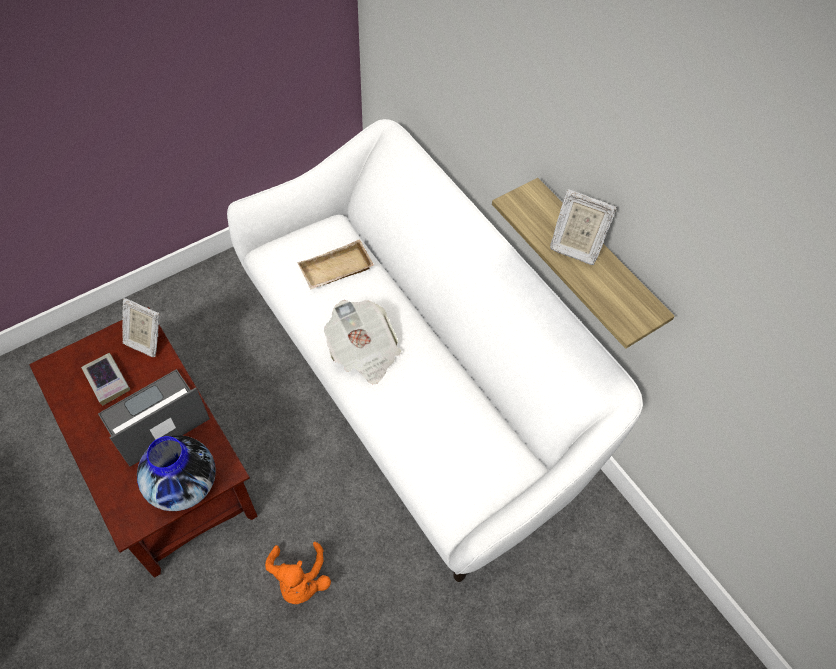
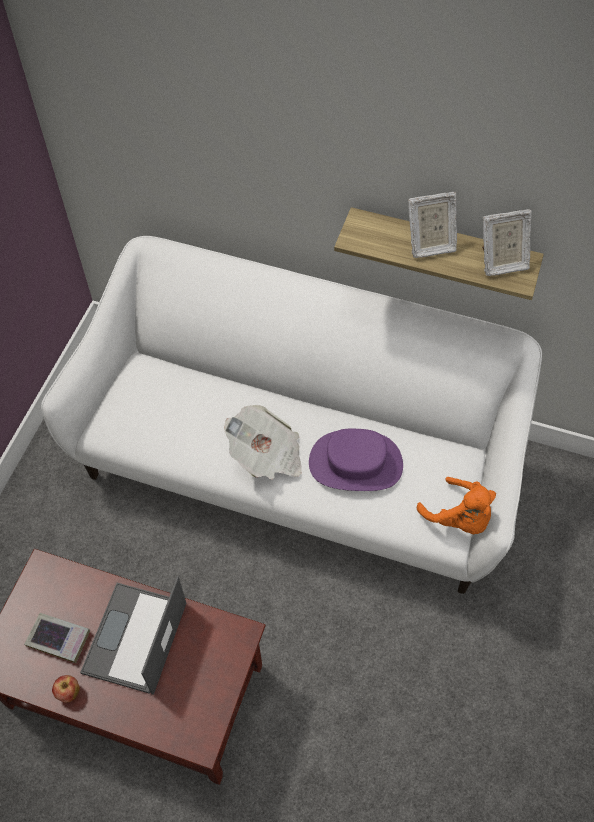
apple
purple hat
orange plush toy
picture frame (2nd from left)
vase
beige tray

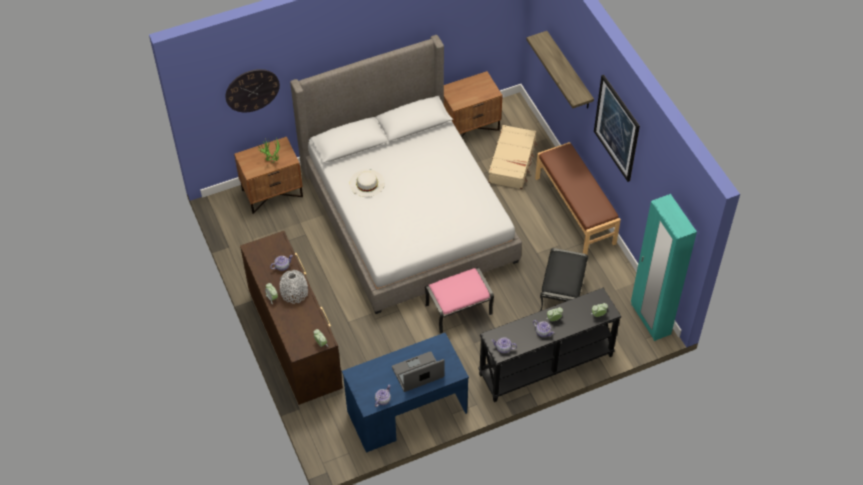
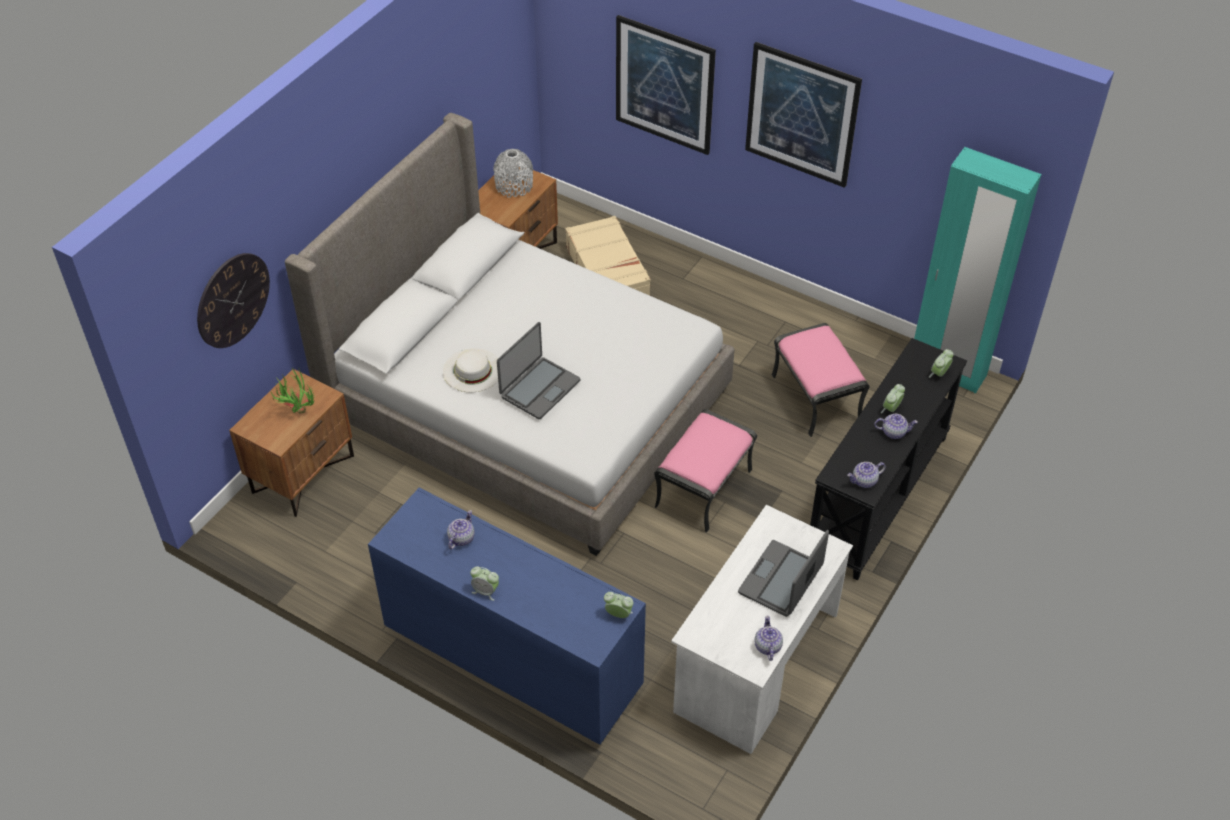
blue dresser
grey vase
laptop (1st from left)
picture (1st from left)
white desk
pink ottoman (2nd from left)
brown bench

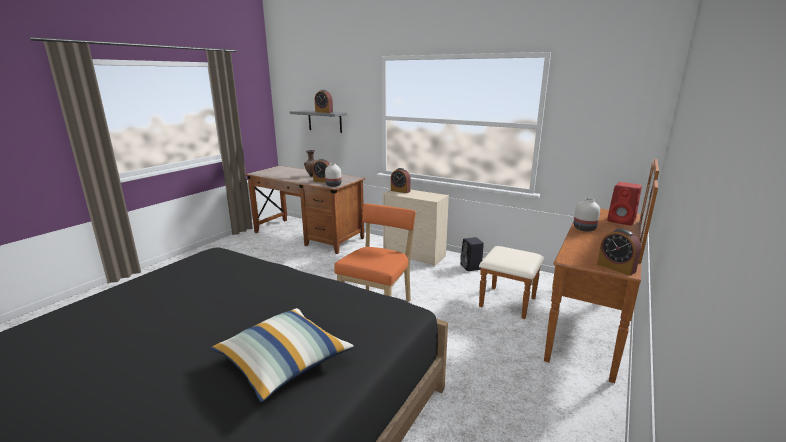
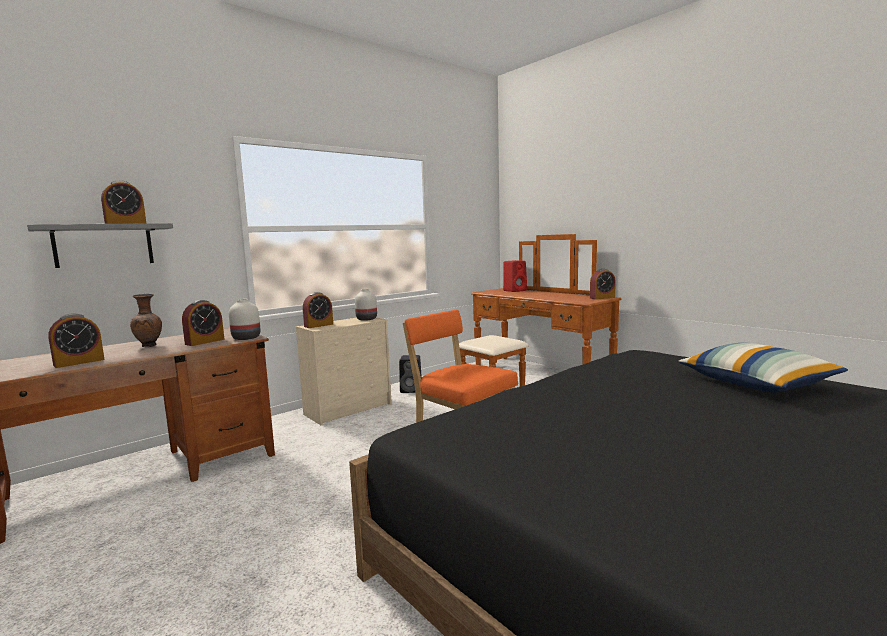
alarm clock (1st from left)
white vase (2nd from left)

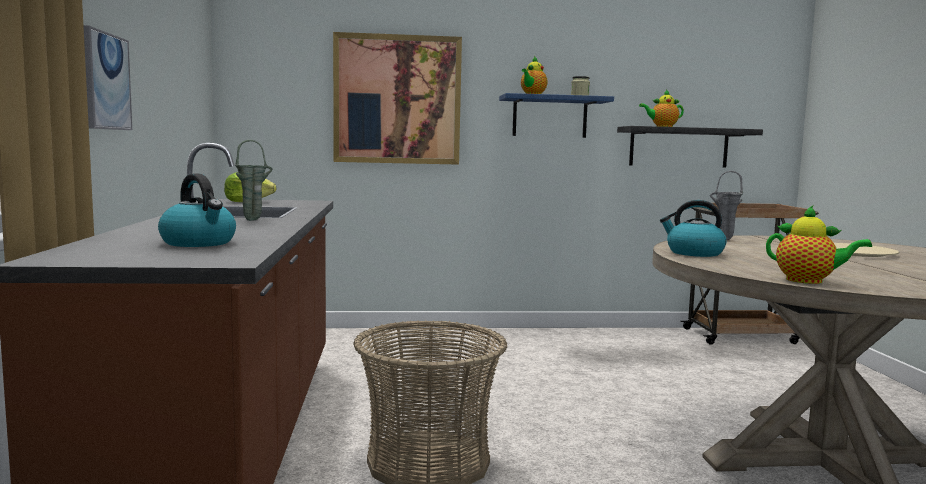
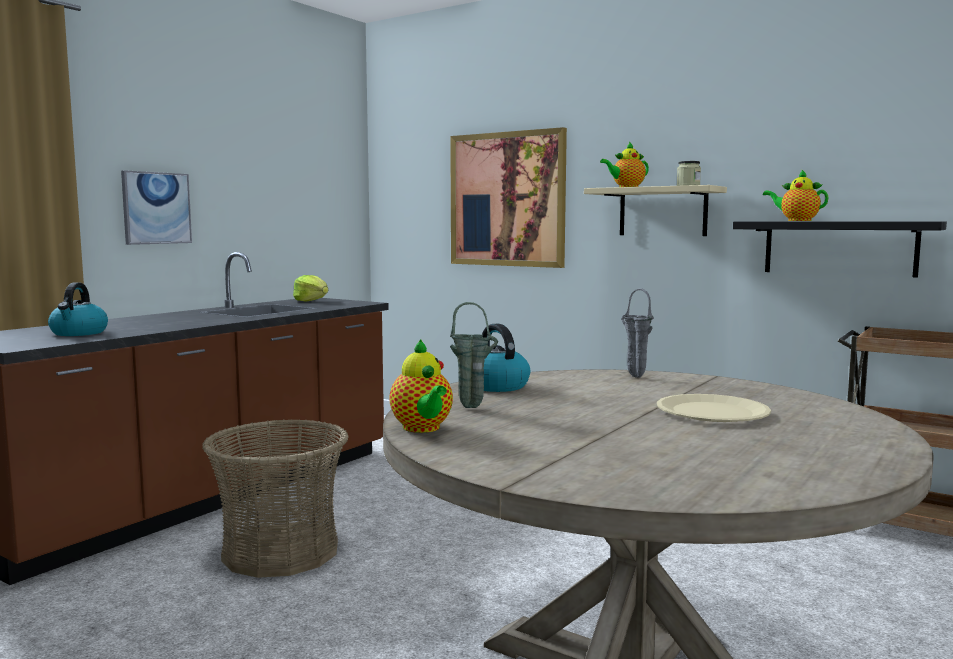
green vase
beige shelf

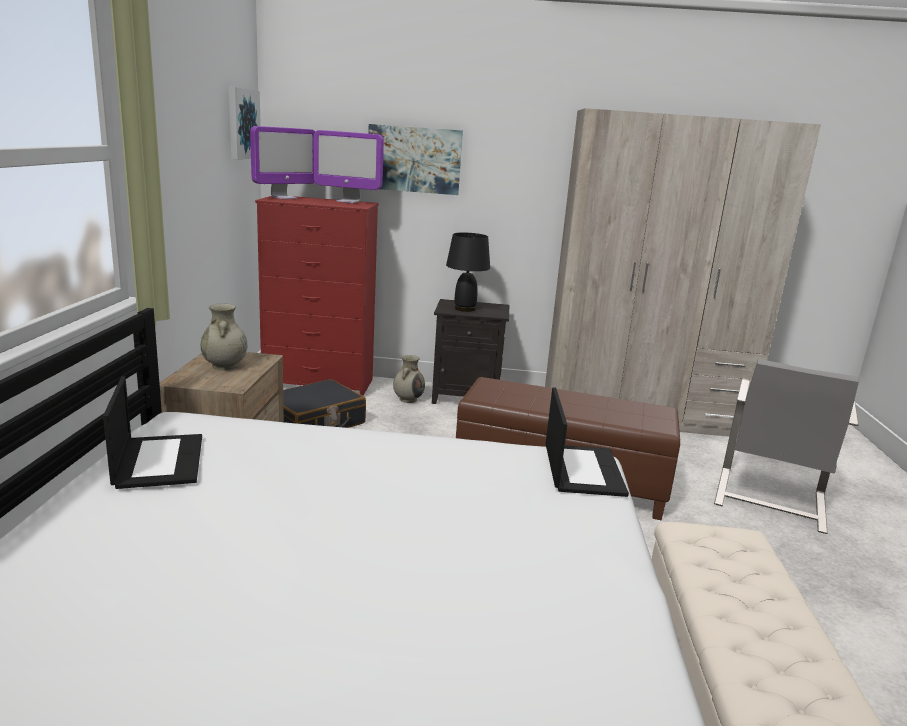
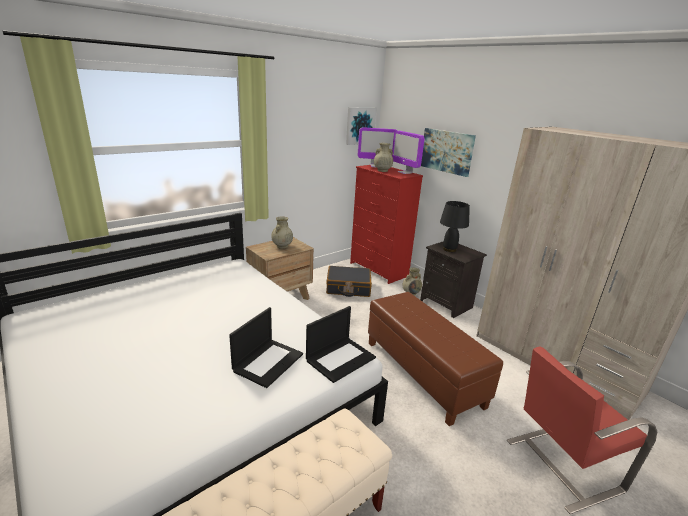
laptop (1st from left)
beige vase (2nd from left)
red chair

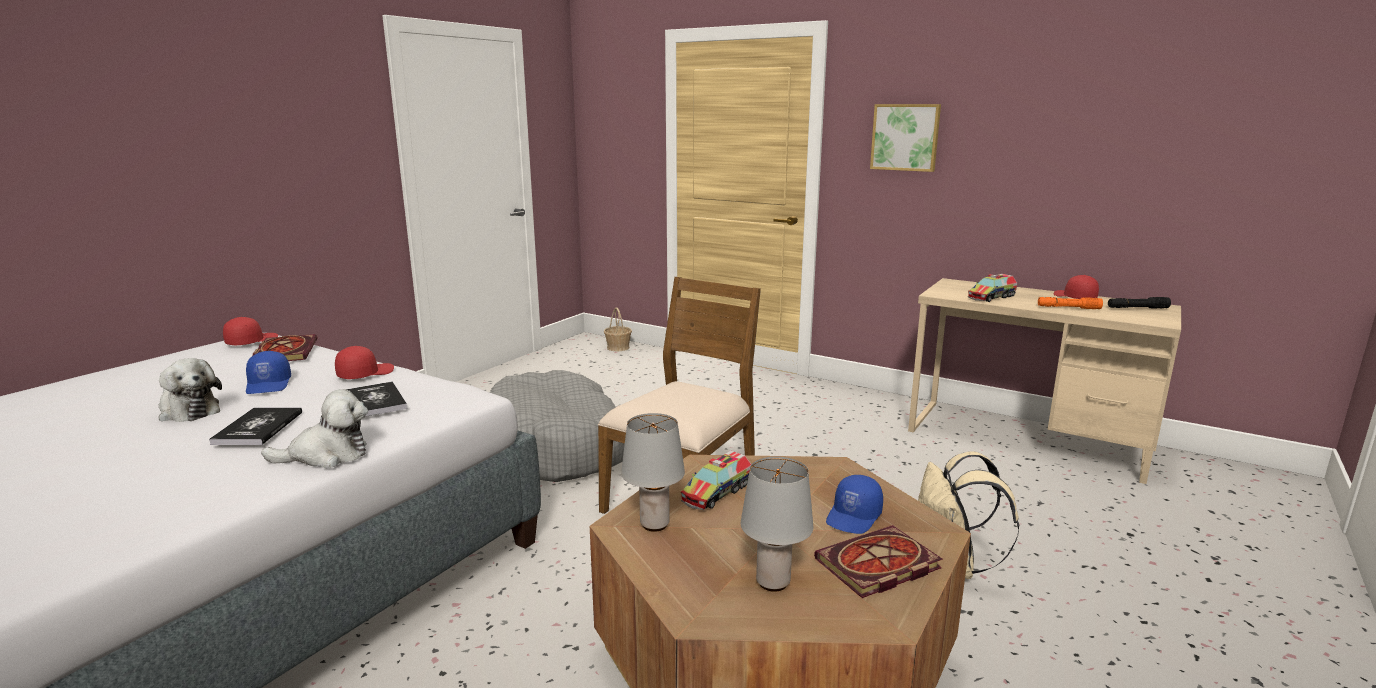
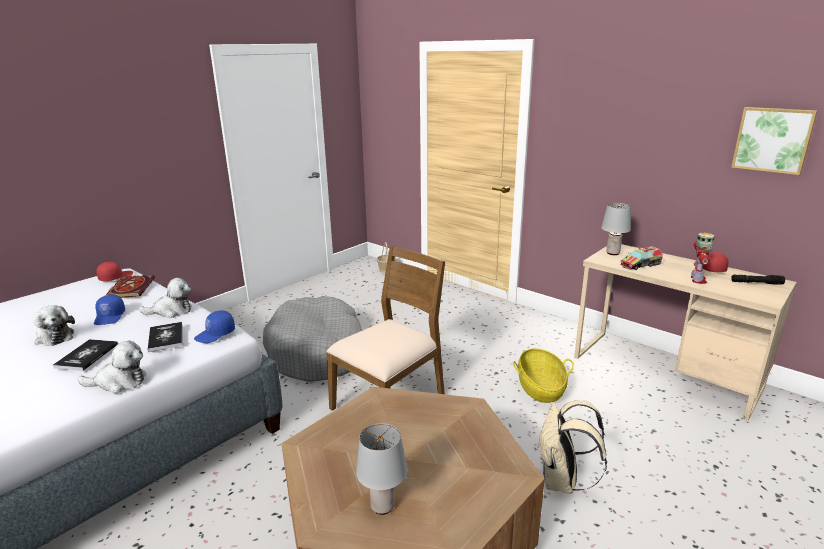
plush toy (3rd from left)
blue cap (2nd from left)
basket (2nd from left)
grey table lamp (2nd from left)
toy robot
picture
toy truck (1st from left in the first image)
book (4th from left in the first image)

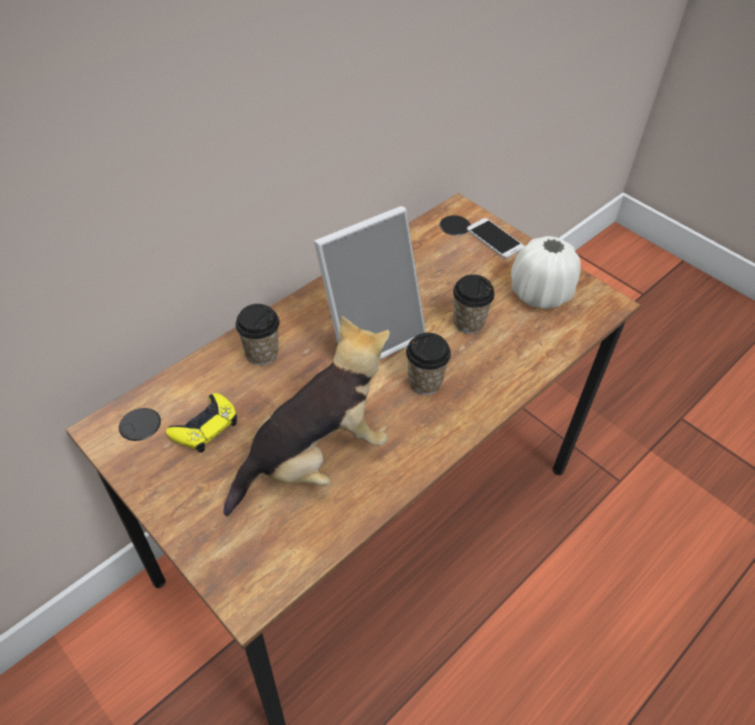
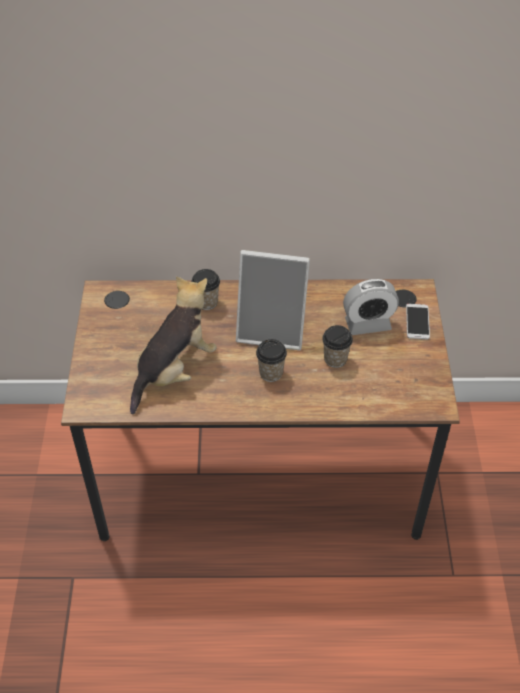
plush toy
alarm clock
yellow game controller
white vase

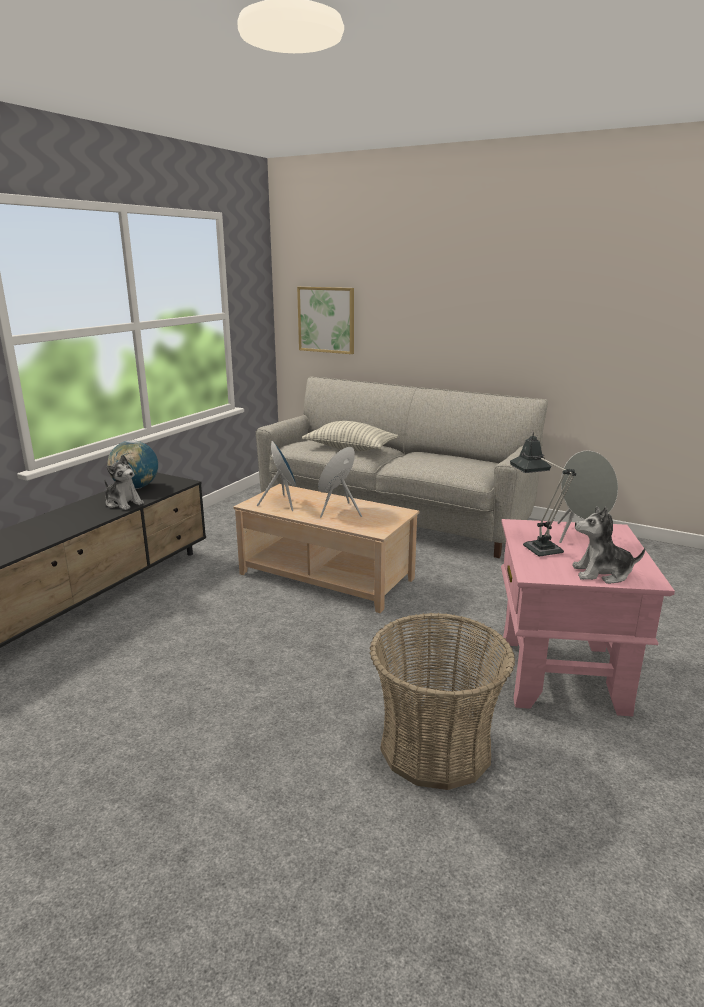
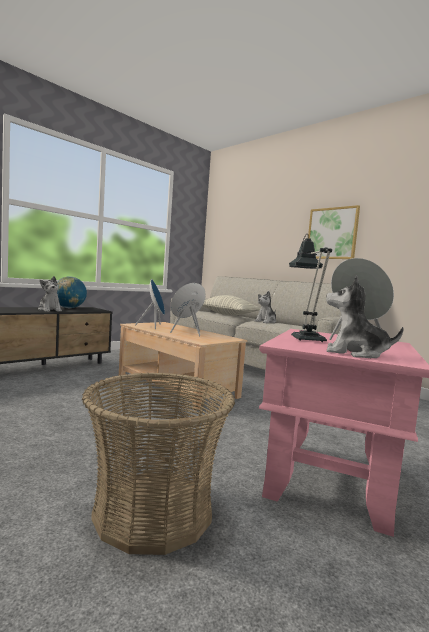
plush toy (2nd from left)
picture

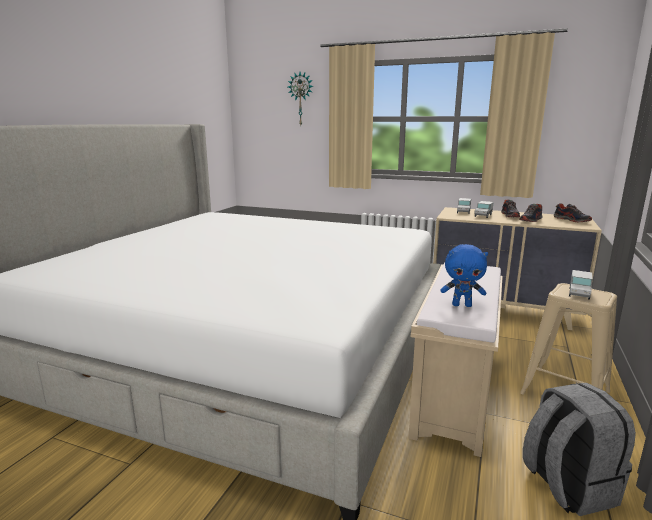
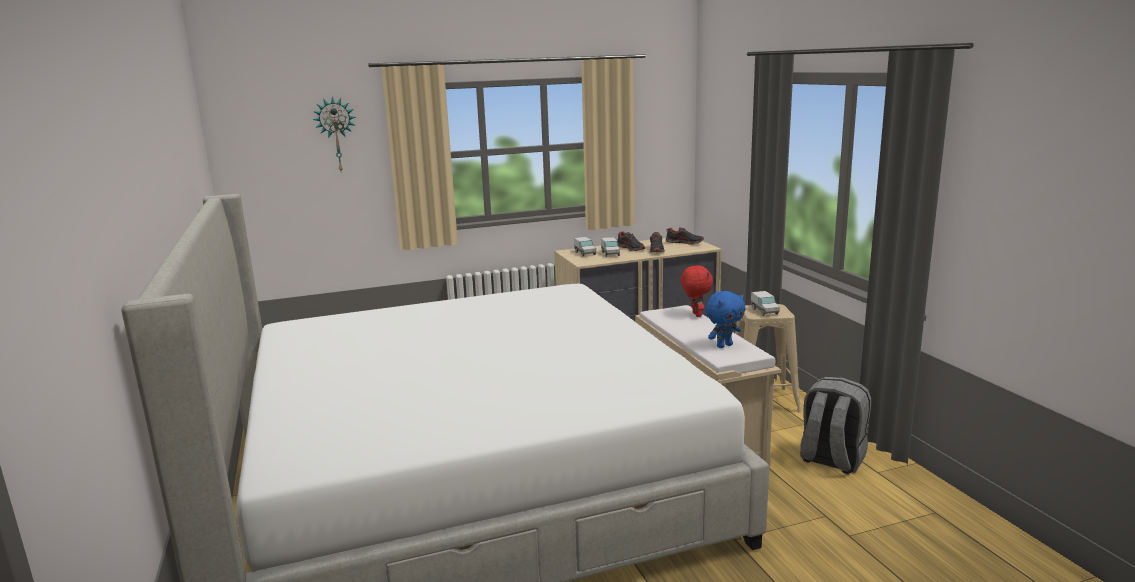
red plush toy

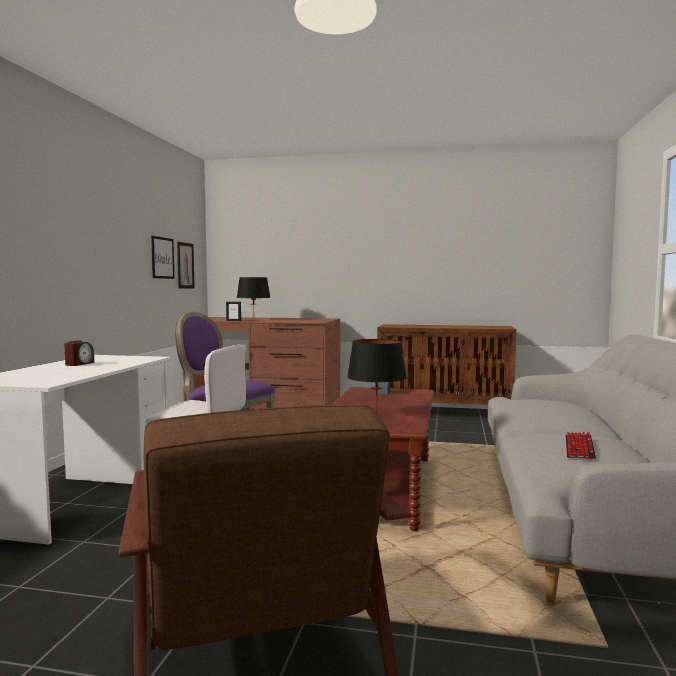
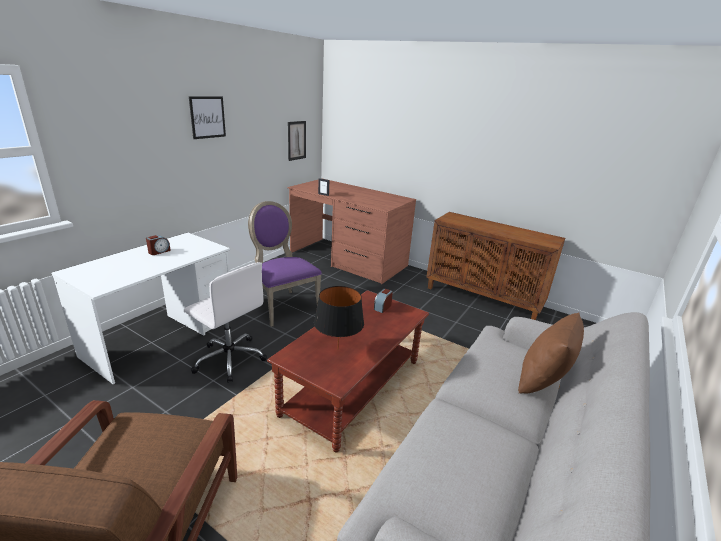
picture (1st from left)
brown pillow
black table lamp (1st from left in the first image)
keyboard

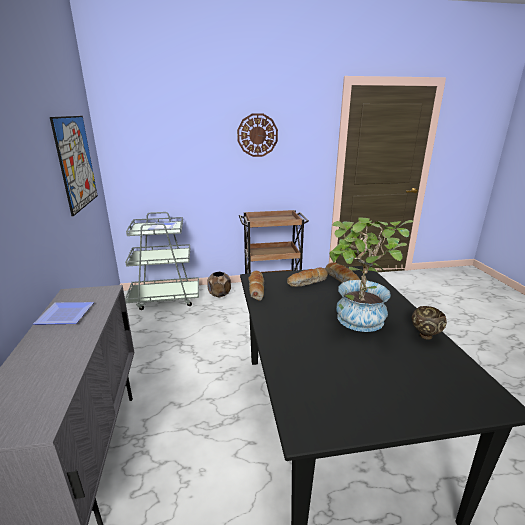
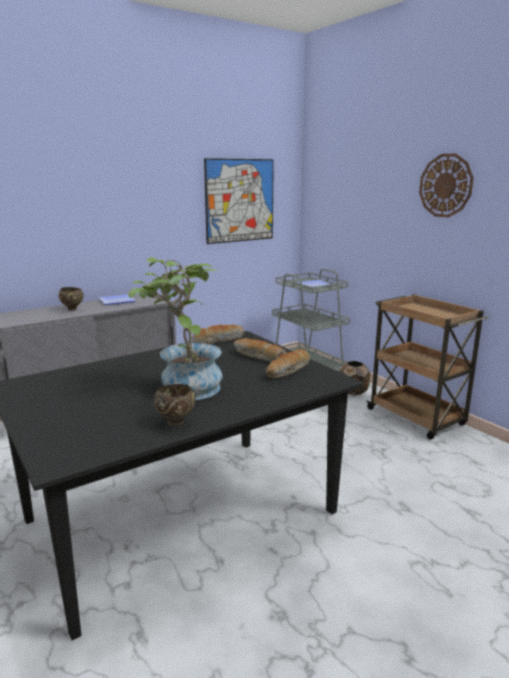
brown bowl (1st from left)

